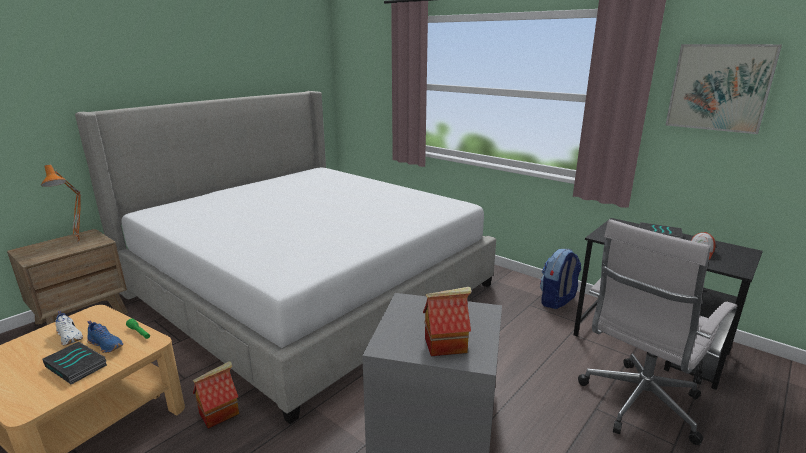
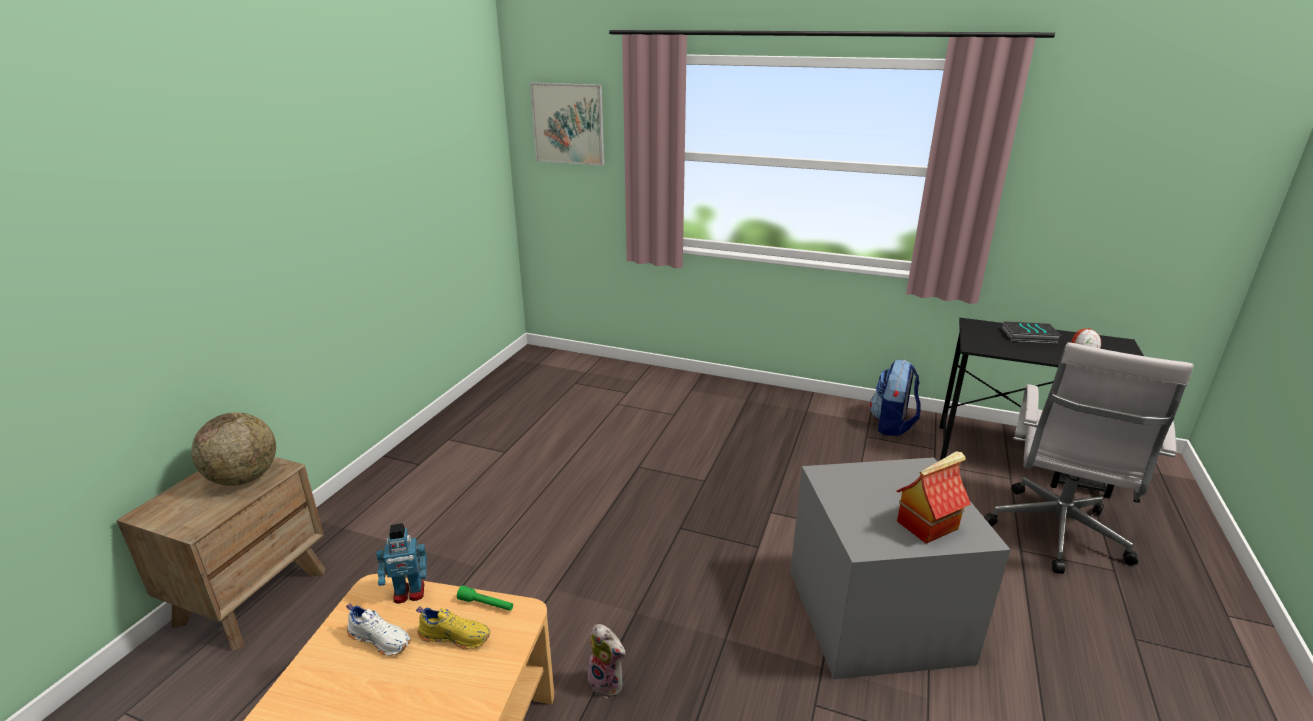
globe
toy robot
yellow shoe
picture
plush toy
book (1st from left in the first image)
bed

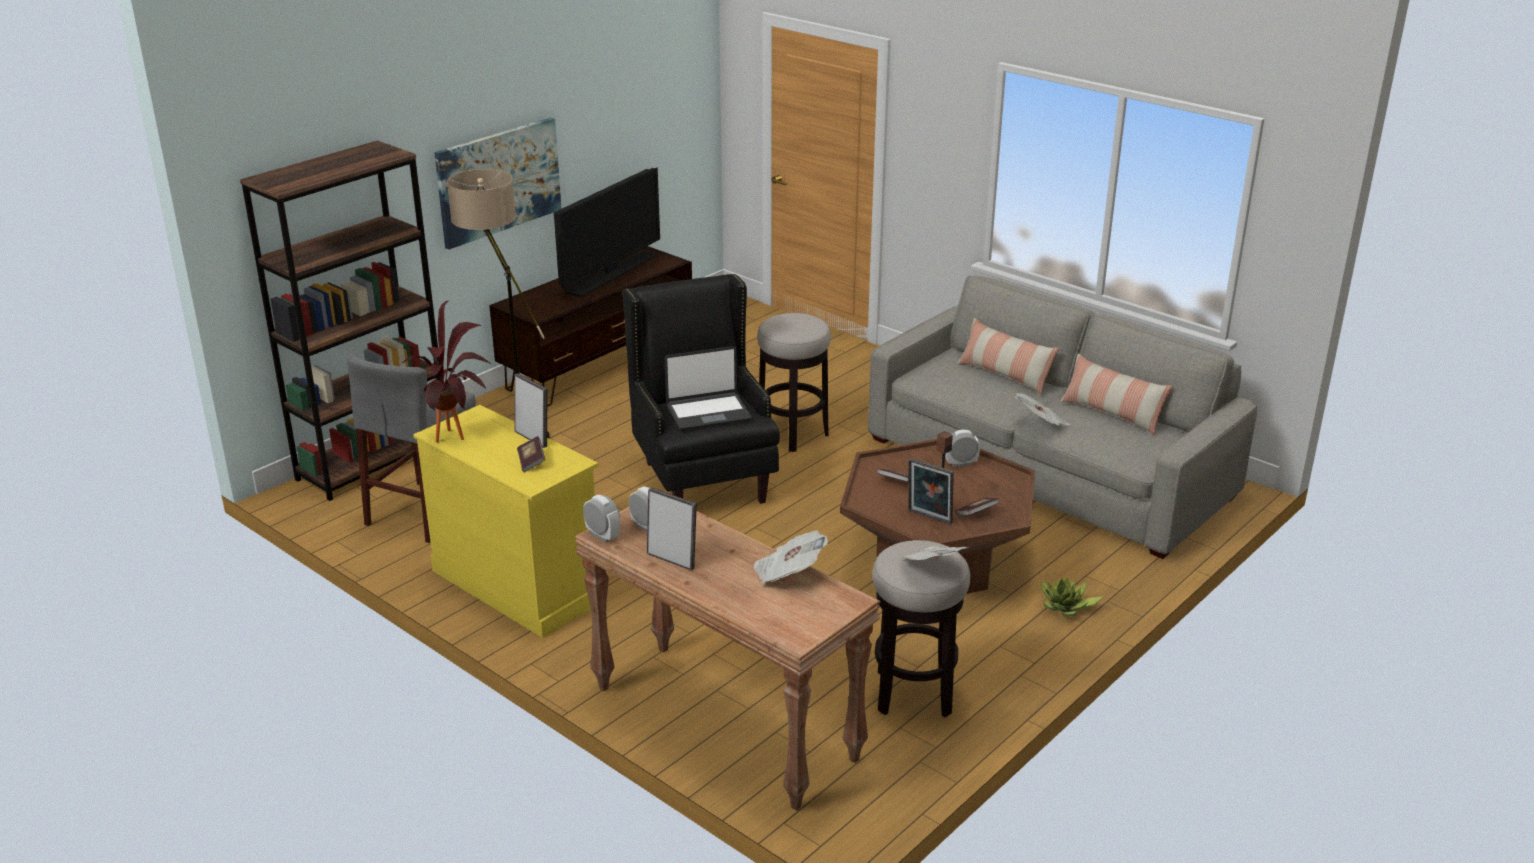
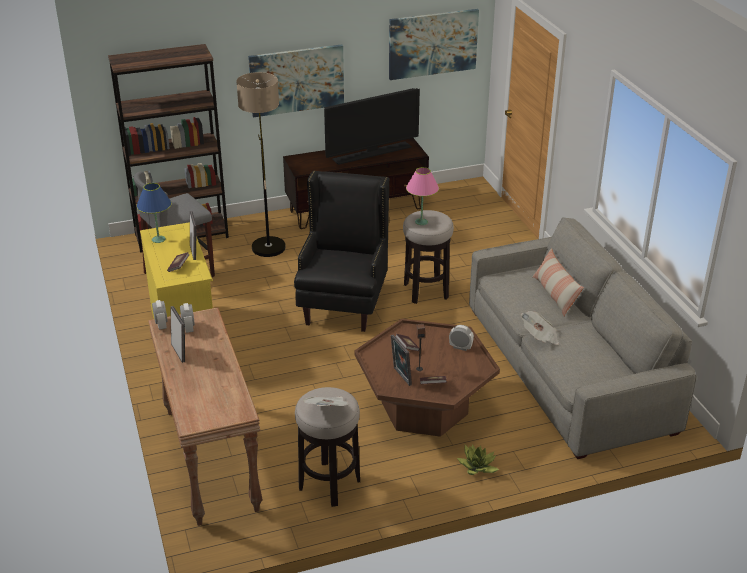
blue table lamp
picture (2nd from left)
pink table lamp
laptop
newspaper (1st from left in the first image)
pillow (2nd from left in the first image)

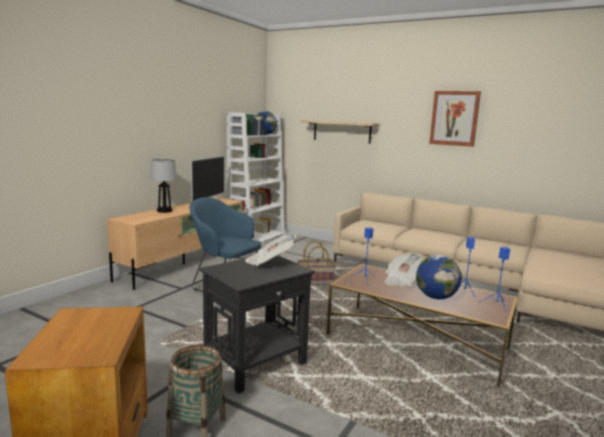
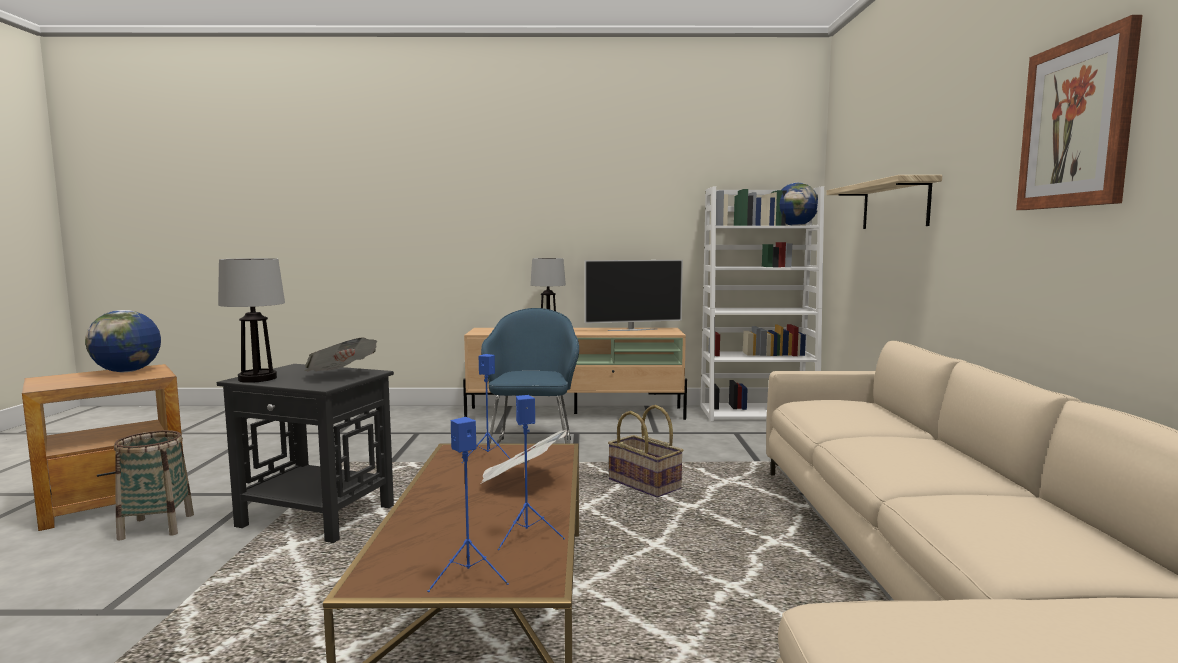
globe (1st from left)
table lamp (1st from left)

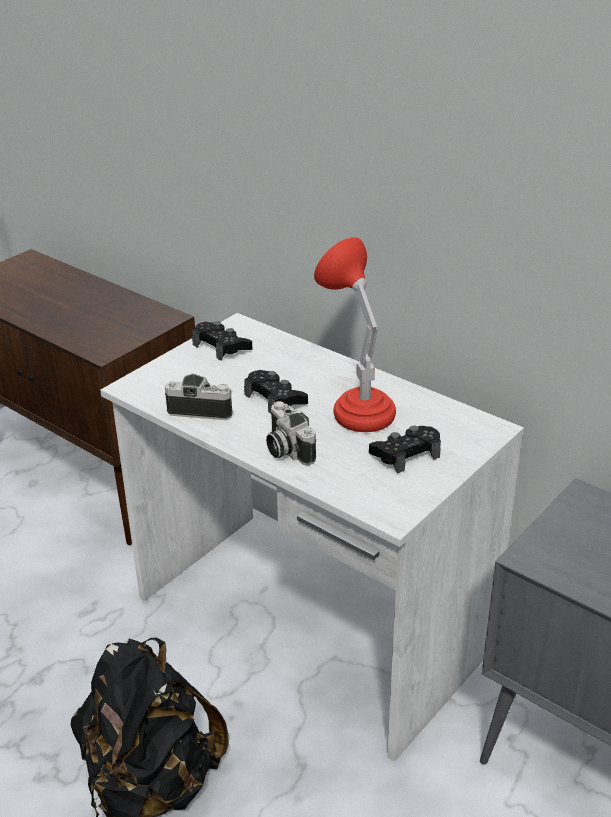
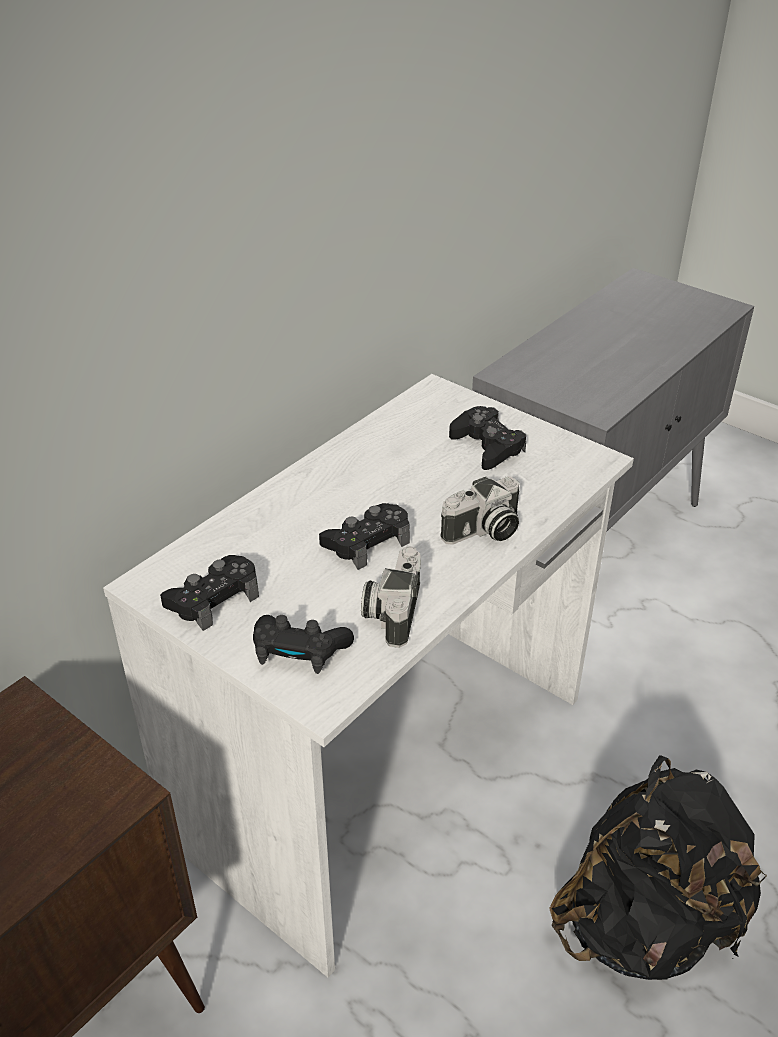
black game controller (2nd from left)
red table lamp

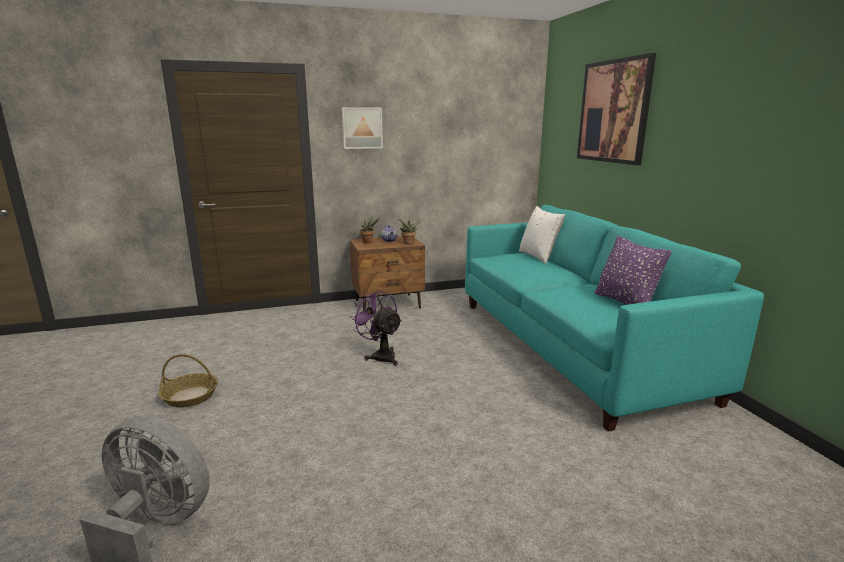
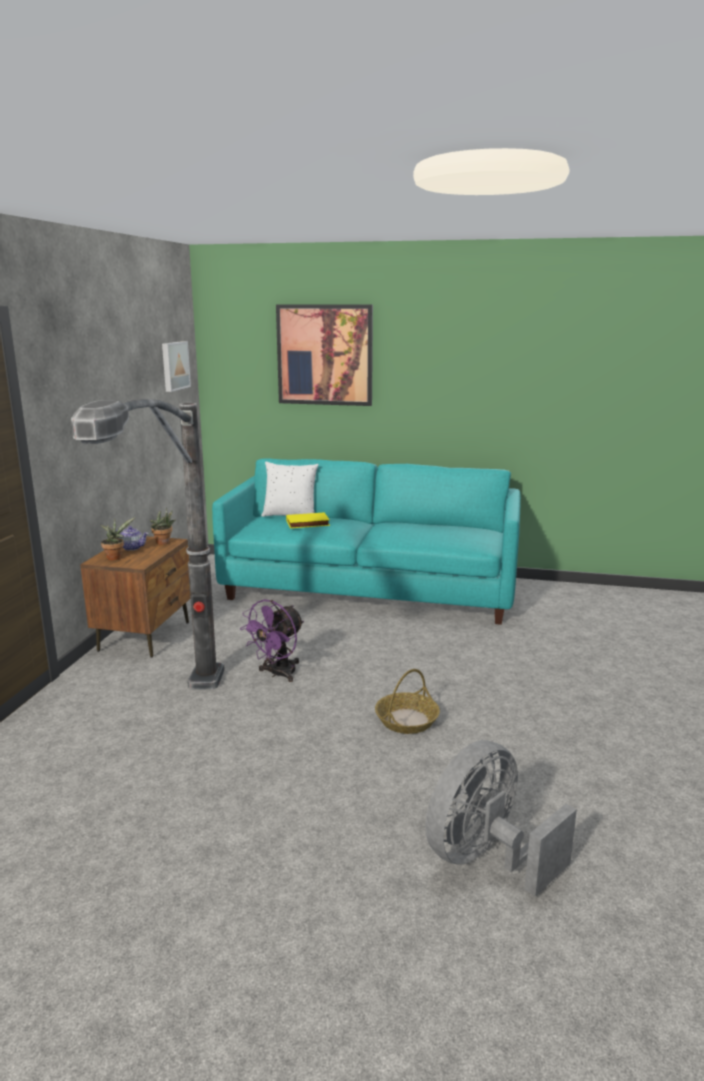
floor lamp
picture (1st from left)
purple fan
yellow book
basket
purple pillow

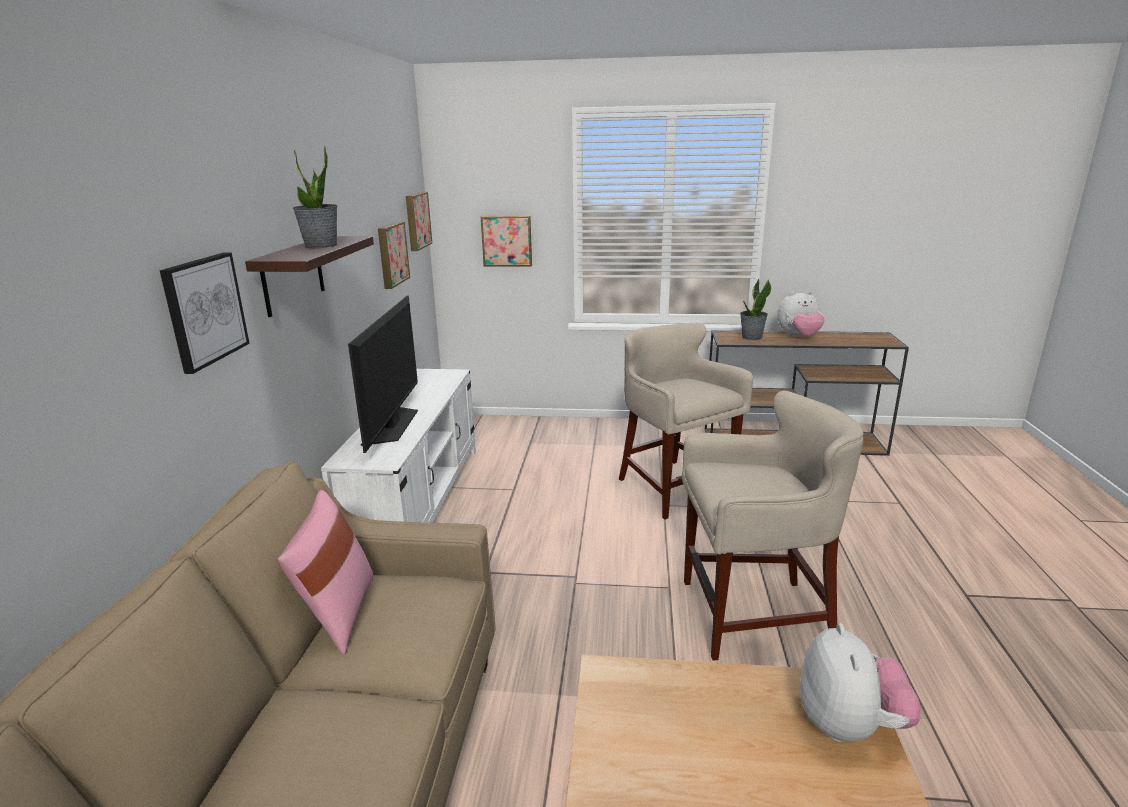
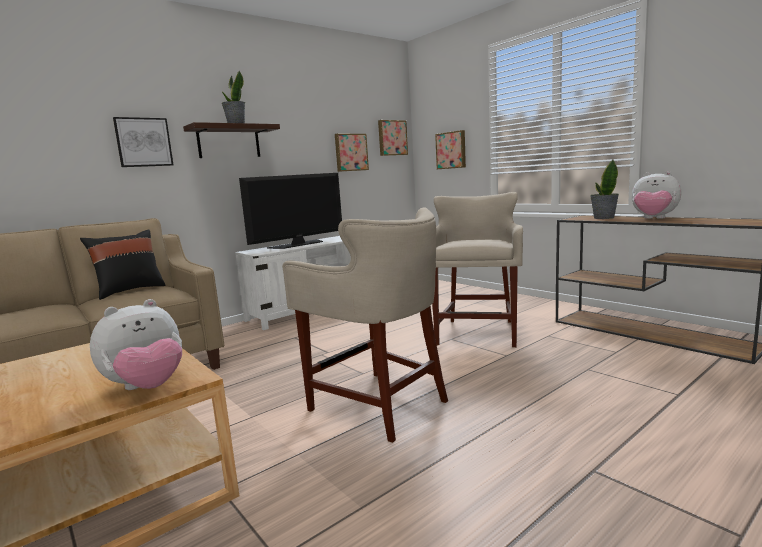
black pillow

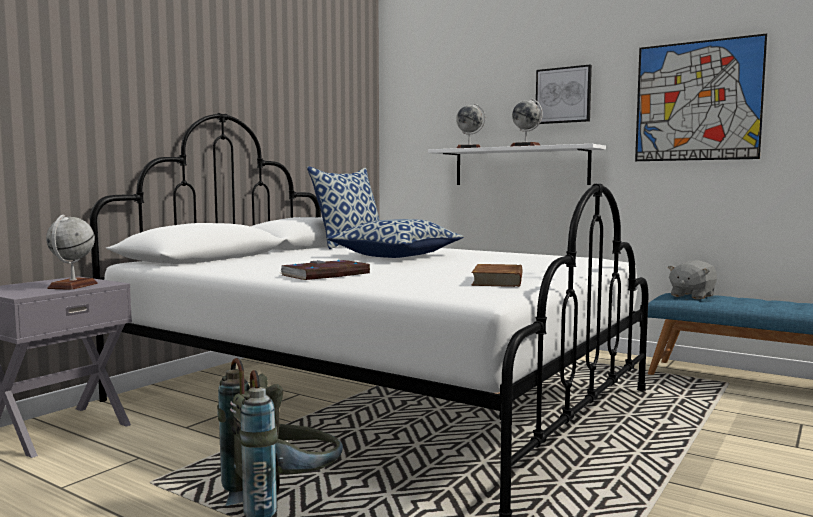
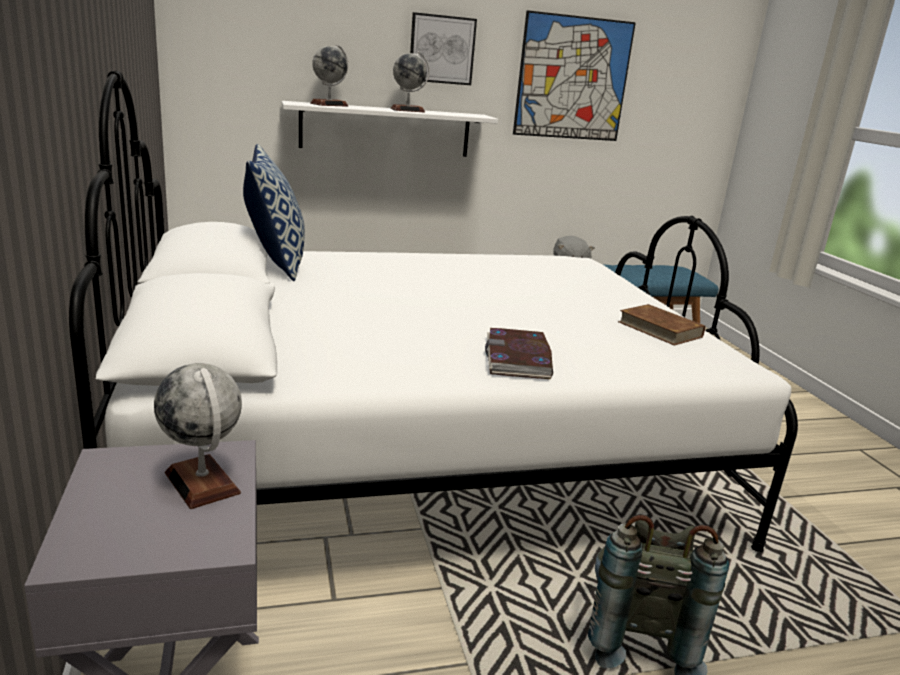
pillow (2nd from left in the first image)

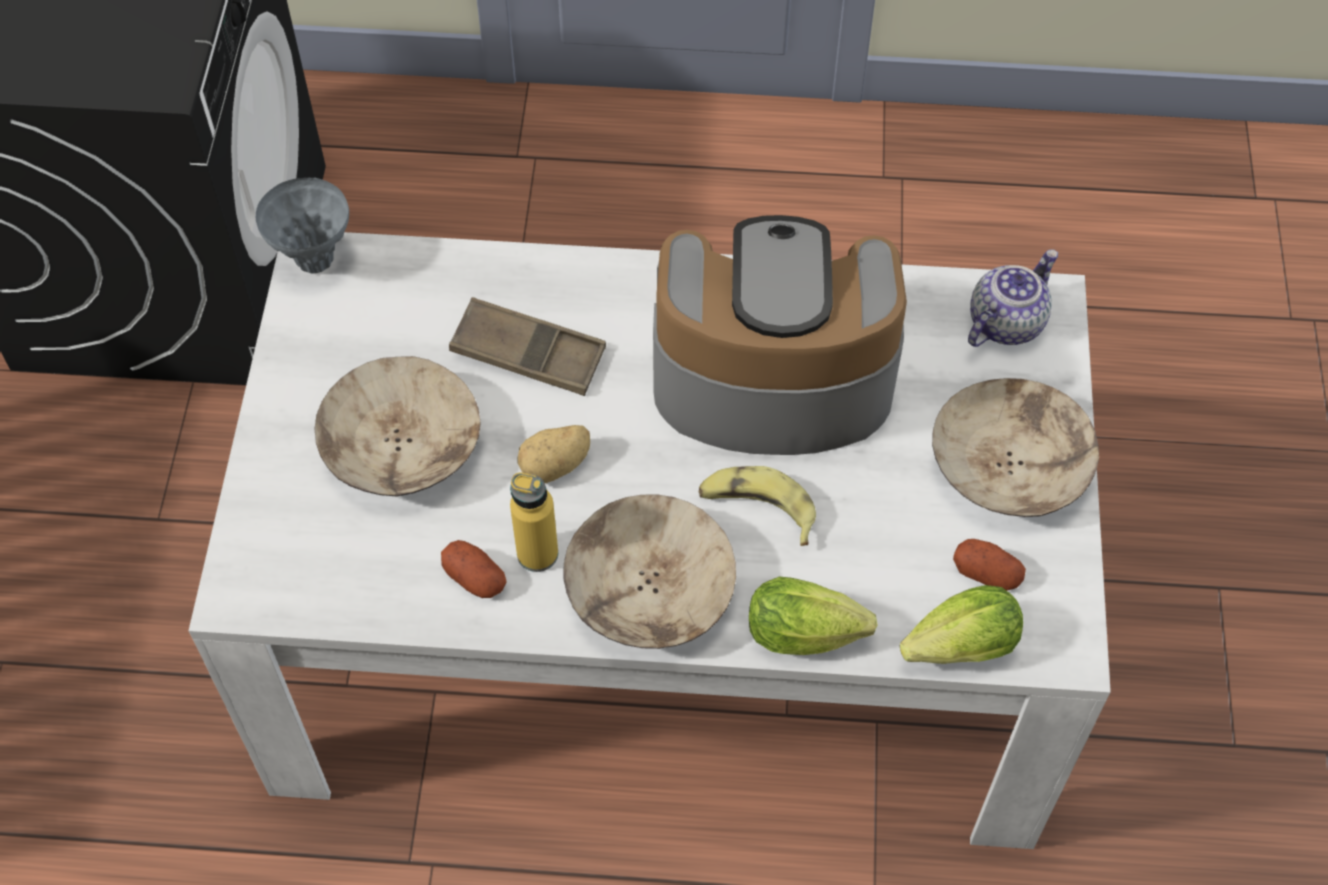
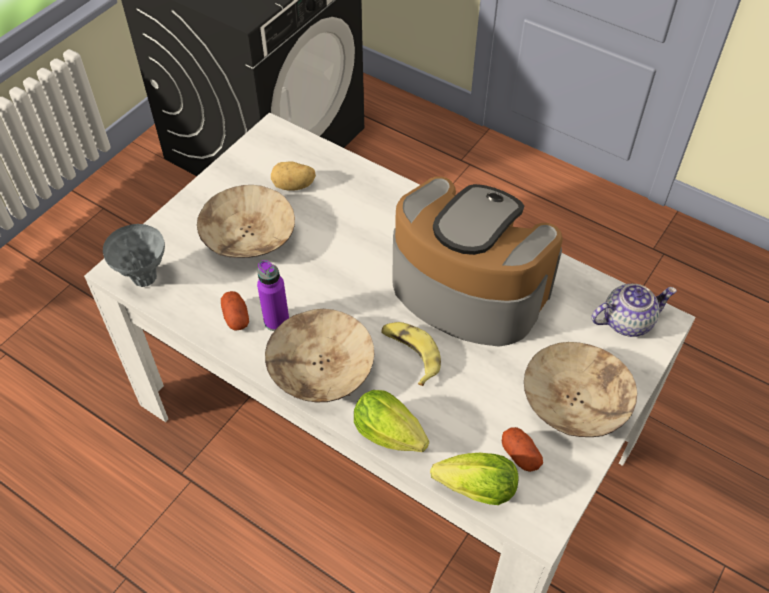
grey vase
purple bottle
potato (2nd from left)
brown tray

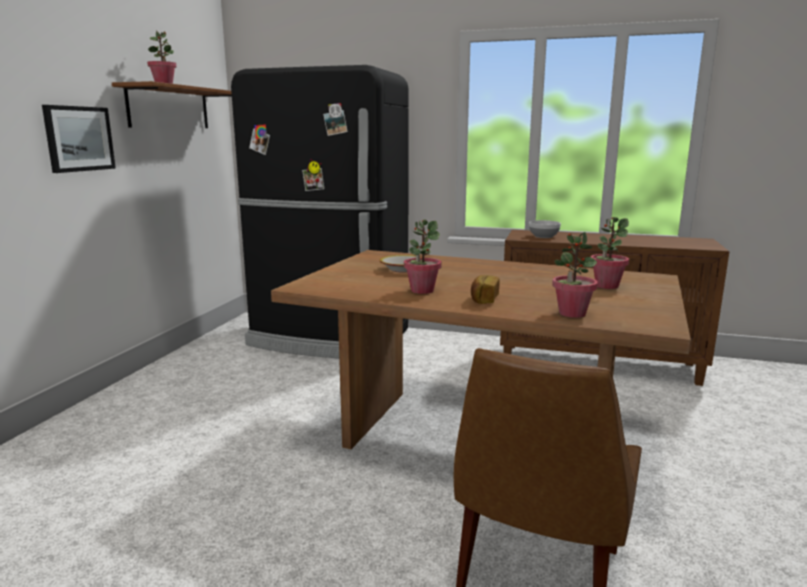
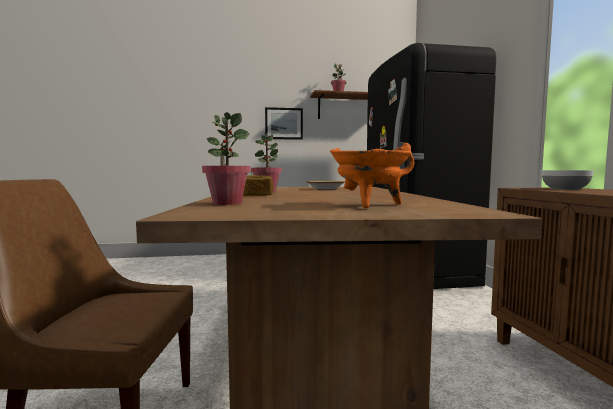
orange cooking pot

